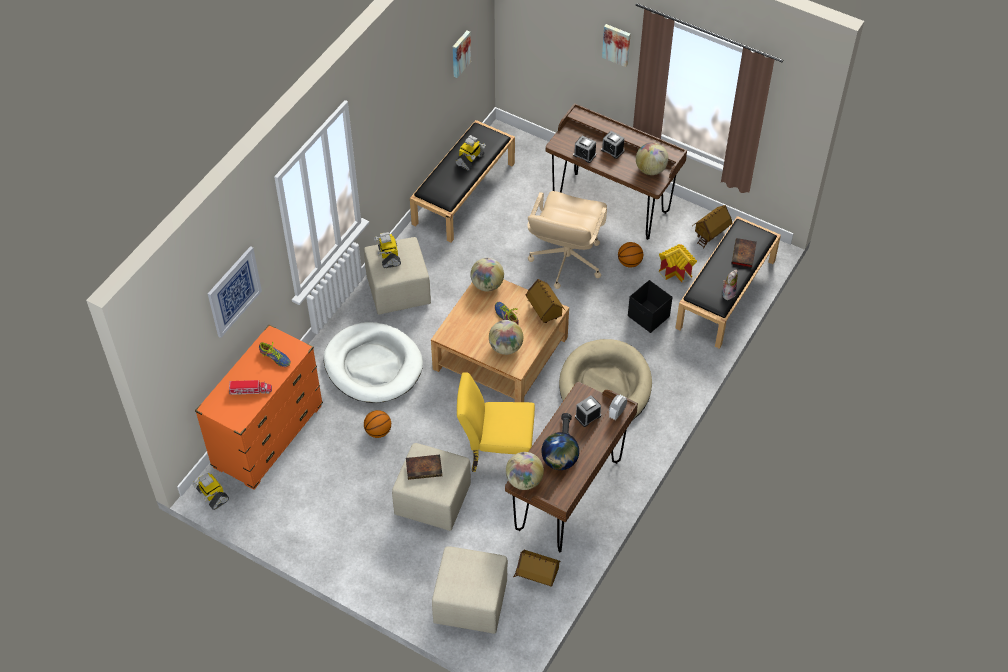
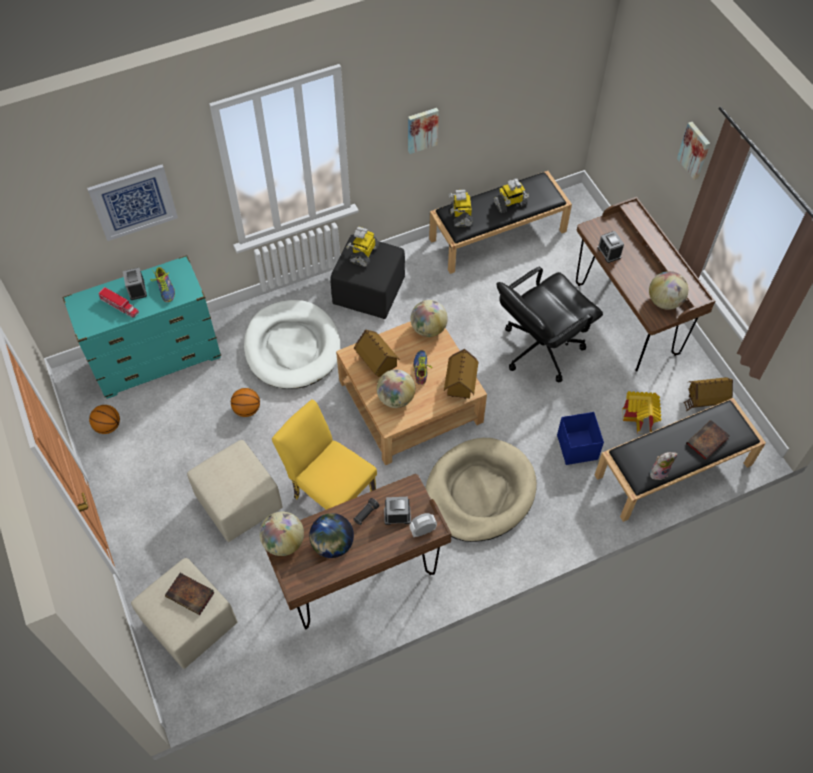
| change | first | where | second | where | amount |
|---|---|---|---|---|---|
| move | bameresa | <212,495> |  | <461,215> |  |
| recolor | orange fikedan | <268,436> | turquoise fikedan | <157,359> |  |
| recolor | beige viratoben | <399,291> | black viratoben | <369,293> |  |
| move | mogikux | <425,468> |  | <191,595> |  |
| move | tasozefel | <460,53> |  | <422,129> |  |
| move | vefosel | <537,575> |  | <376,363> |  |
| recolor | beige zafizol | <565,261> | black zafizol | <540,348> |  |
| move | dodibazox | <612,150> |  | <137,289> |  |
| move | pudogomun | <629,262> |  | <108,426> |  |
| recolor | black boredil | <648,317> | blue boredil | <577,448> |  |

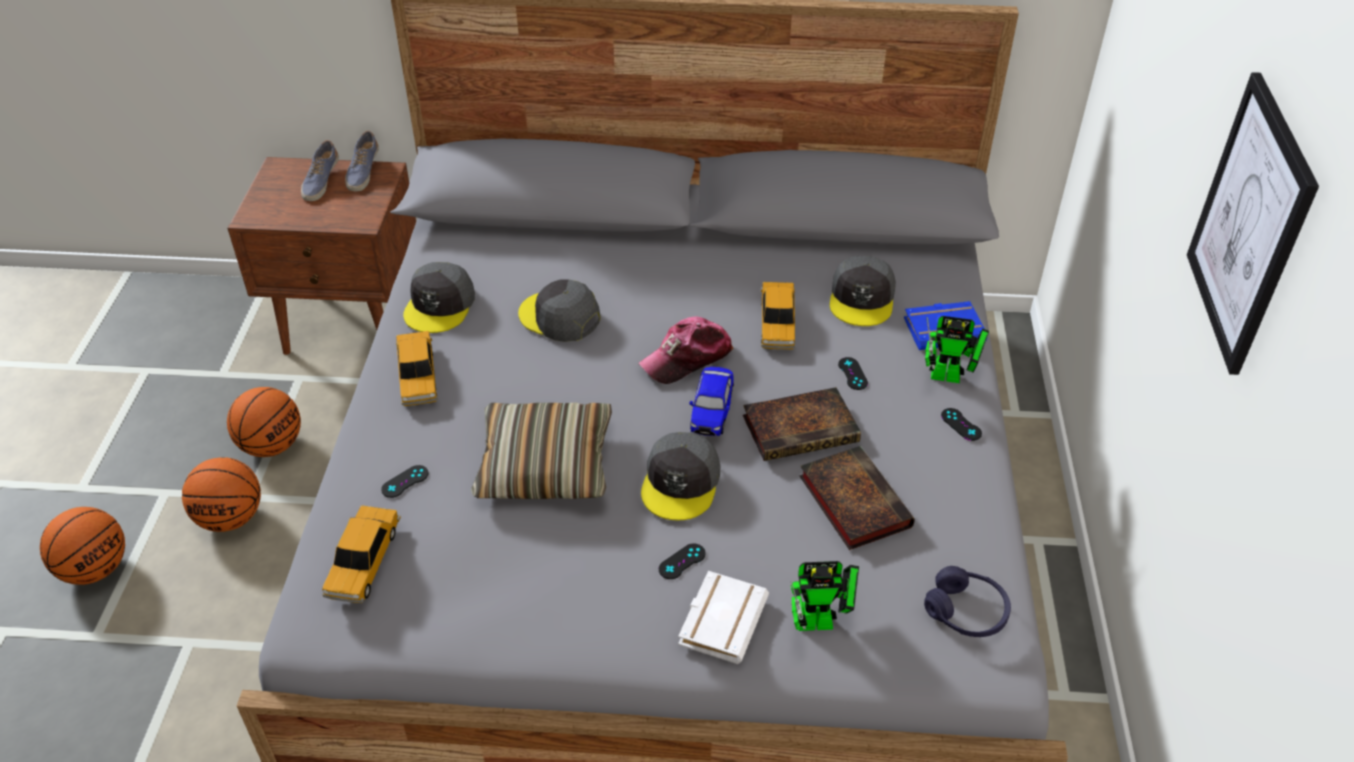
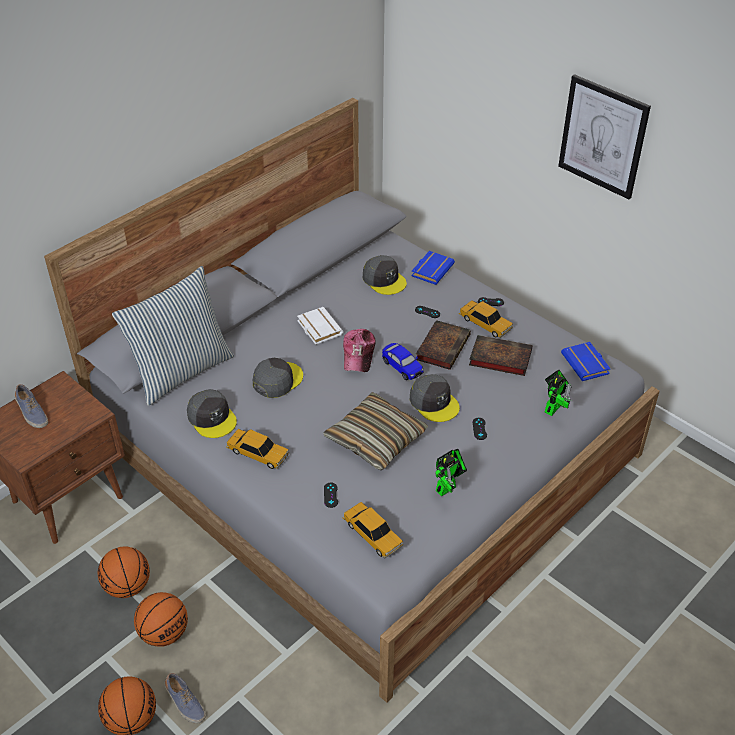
| change | first | where | second | where | amount |
|---|---|---|---|---|---|
| move | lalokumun | <363,172> |  | <184,703> |  |
| rotate | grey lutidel | <559,317> |  | <277,380> | 150 degrees clockwise |
| move | white mogikux | <721,619> |  | <318,328> |  |
| move | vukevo | <777,323> |  | <485,323> |  |
| replace | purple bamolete | <966,612> | blue mogikux | <586,364> |  |
| move | bameresa | <950,377> |  | <448,487> |  |
| insert |  |  | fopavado | <181,371> |  |

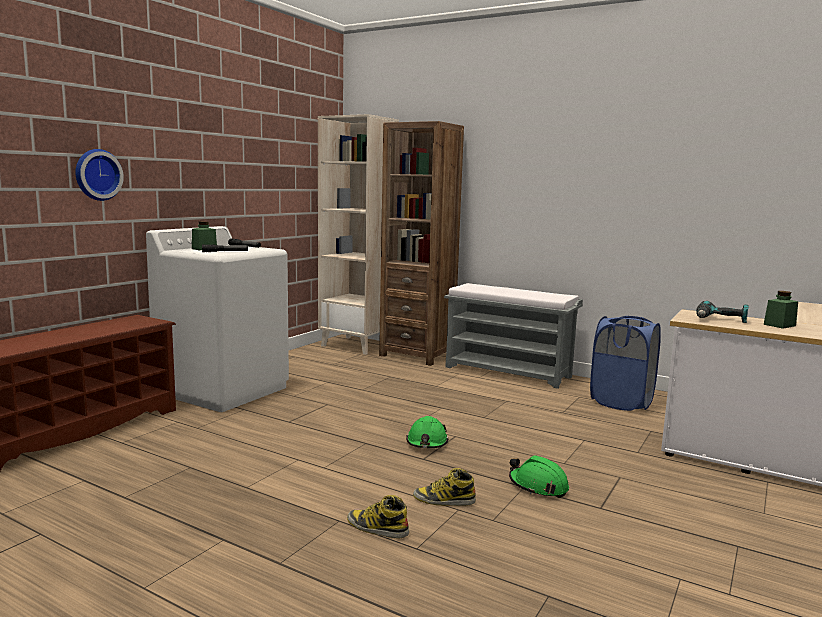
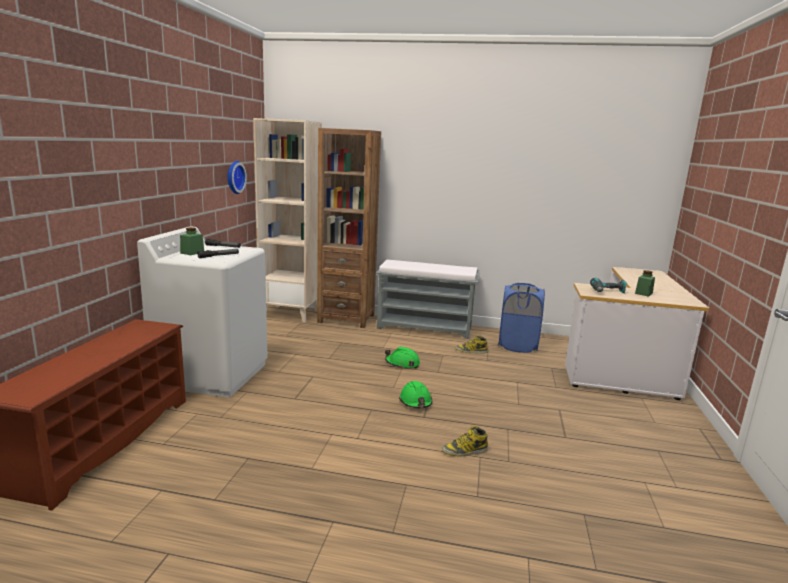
| change | first | where | second | where | amount |
|---|---|---|---|---|---|
| move | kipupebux | <97,174> |  | <234,177> |  |
| move | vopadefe | <377,528> |  | <471,351> |  |
| move | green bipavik | <538,486> |  | <402,364> |  |

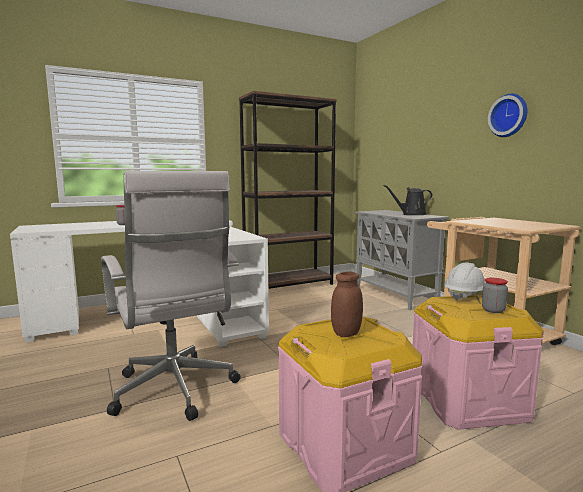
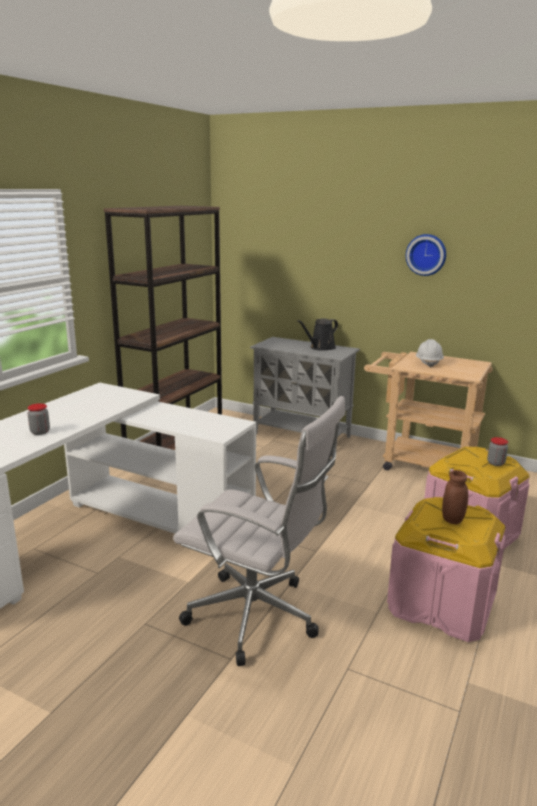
| change | first | where | second | where | amount |
|---|---|---|---|---|---|
| move | white bipavik | <465,295> |  | <428,363> |  |

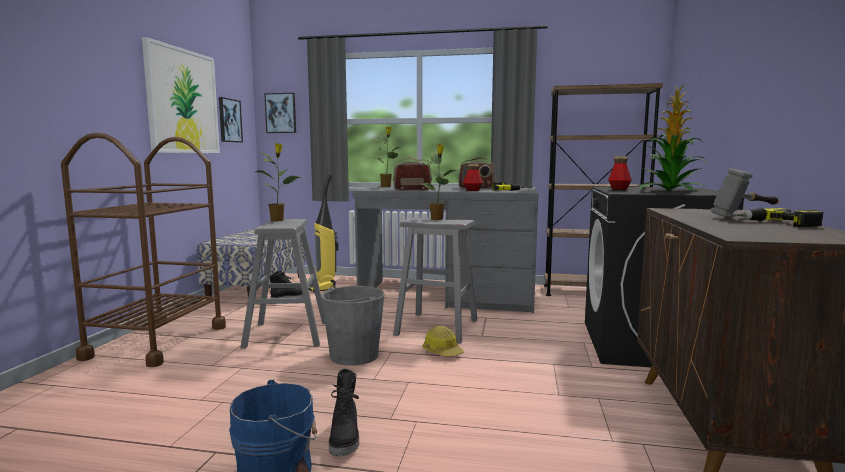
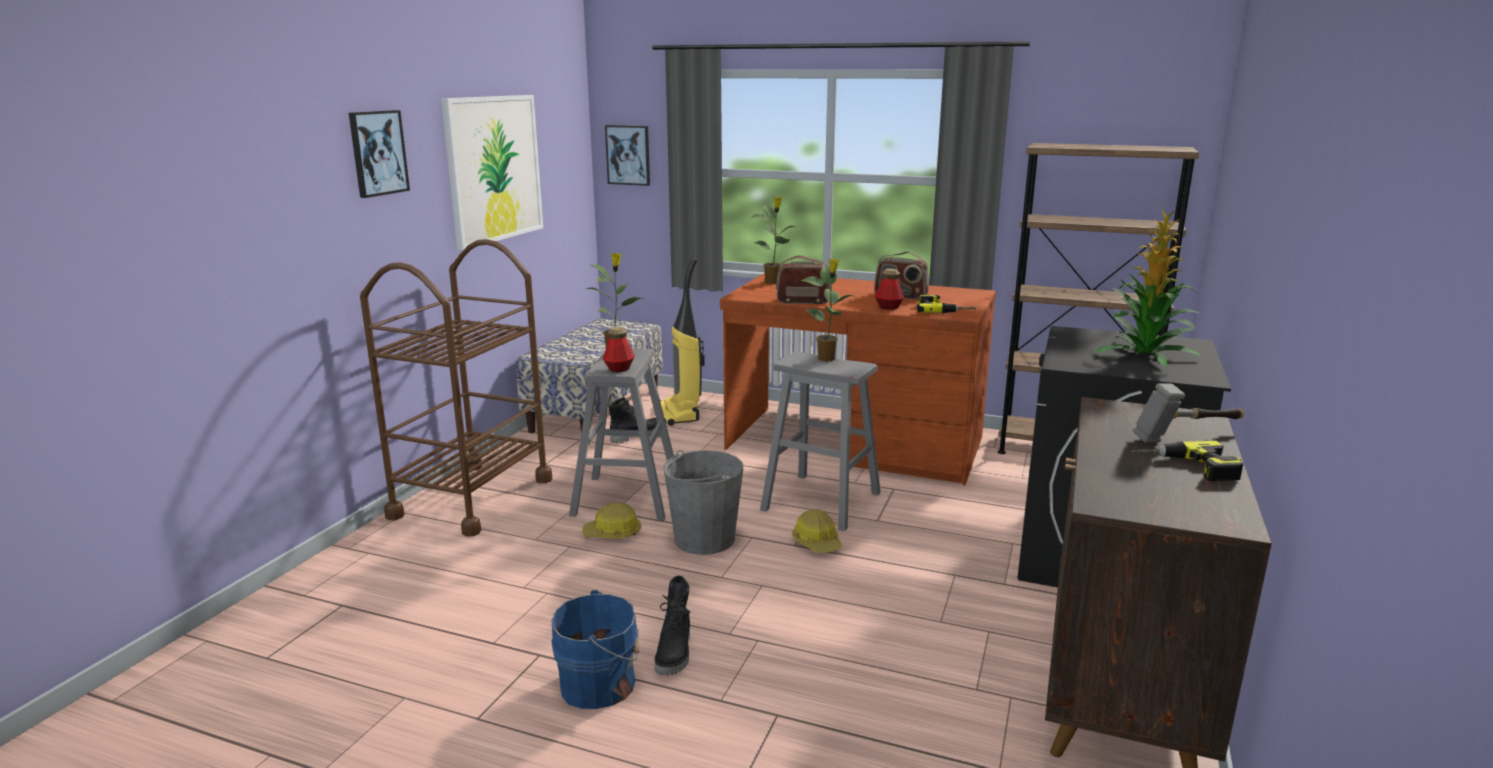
| change | first | where | second | where | amount |
|---|---|---|---|---|---|
| move | tasozefel | <229,120> |  | <378,153> |  |
| recolor | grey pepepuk | <449,296> | brown pepepuk | <855,444> |  |
| move | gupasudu | <619,189> |  | <619,369> |  |
| insert |  |  | bipavik | <613,533> |  |

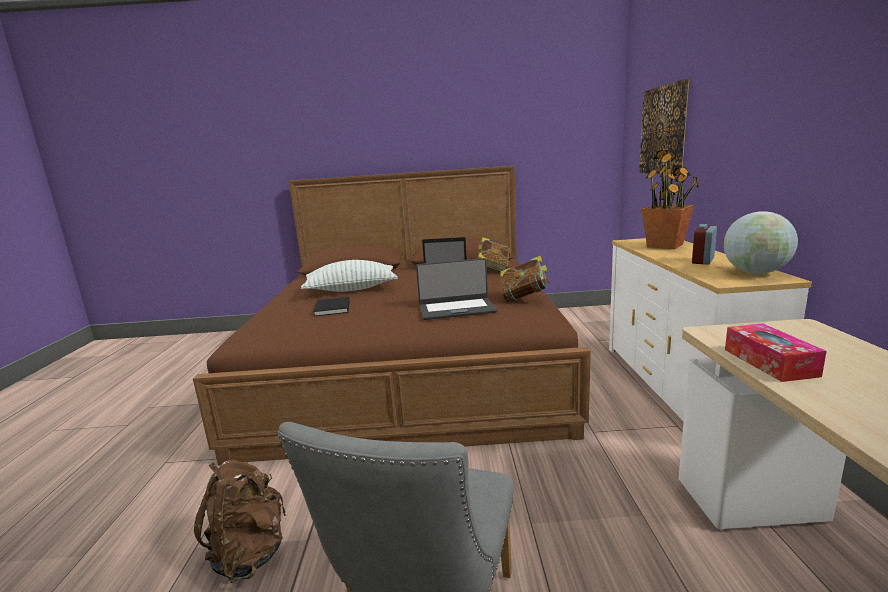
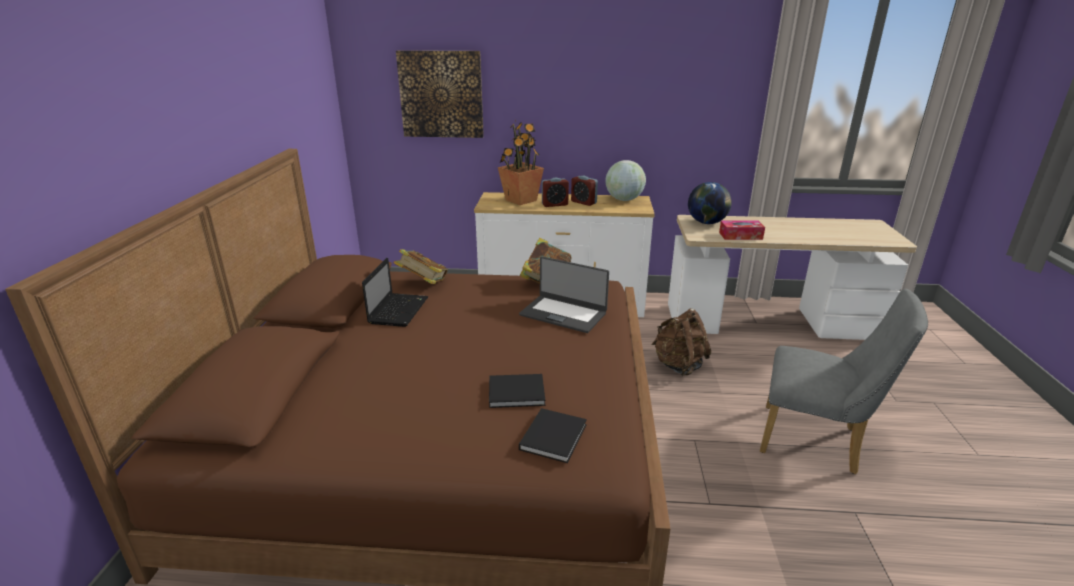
| change | first | where | second | where | amount |
|---|---|---|---|---|---|
| move | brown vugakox | <250,554> |  | <678,365> |  |
| delete | fopavado | <351,289> |  |  |  |
| rotate | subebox | <456,309> |  | <563,314> | 120 degrees clockwise |
| insert |  |  | black mogikux | <554,435> |  |
| insert |  |  | dodibazox | <554,204> |  |
| insert |  |  | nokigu | <707,223> |  |

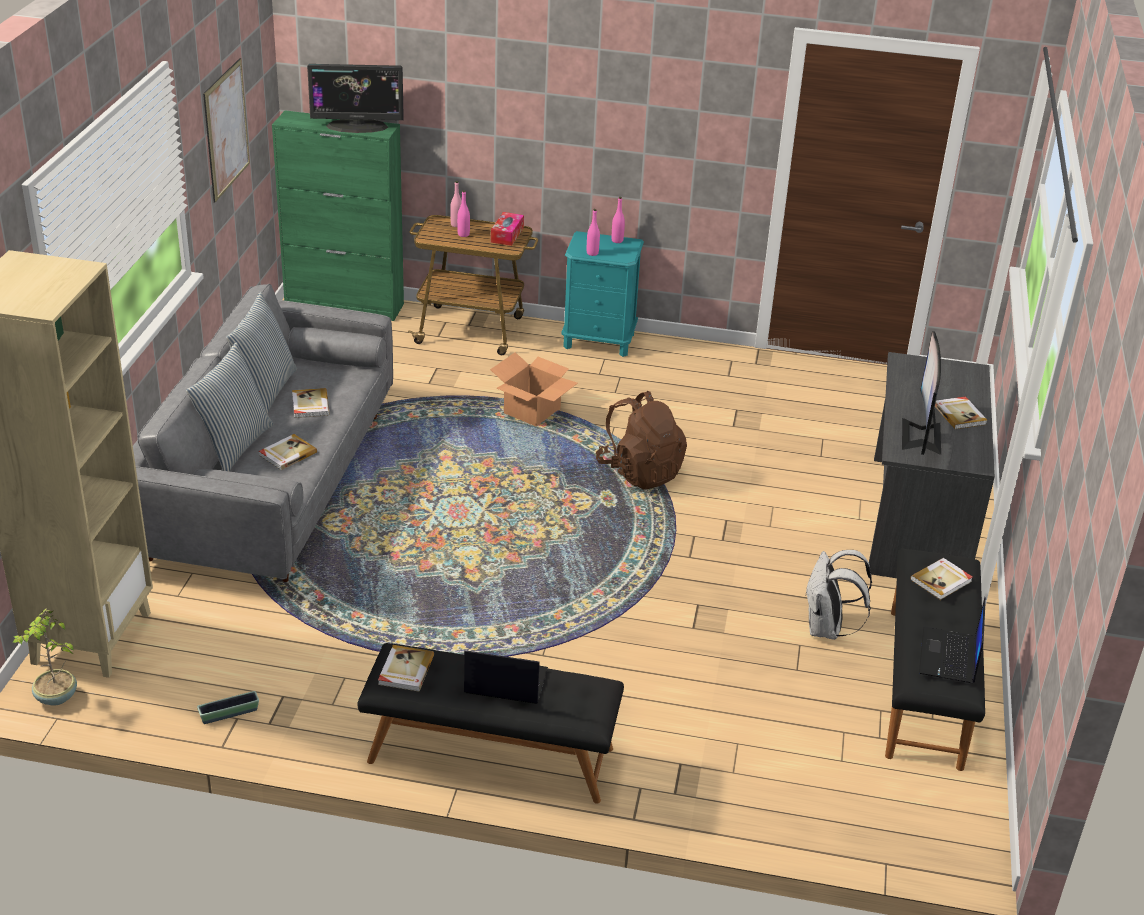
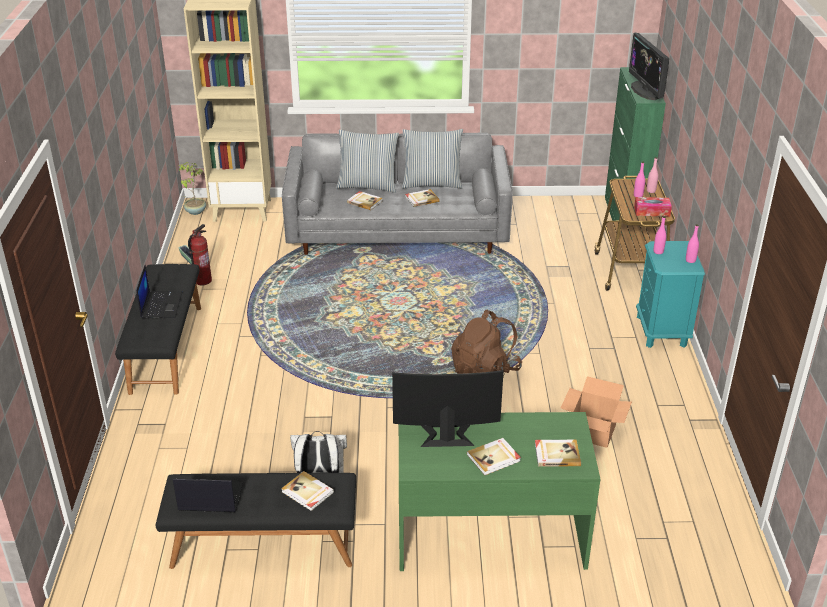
| change | first | where | second | where | amount |
|---|---|---|---|---|---|
| delete | tasozefel | <226,129> |  |  |  |
| move | mogikux | <405,670> |  | <556,454> |  |
| move | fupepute | <532,411> |  | <593,431> |  |
| recolor | grey pepepuk | <915,520> | green pepepuk | <490,534> |  |
| insert |  |  | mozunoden | <203,280> |  |

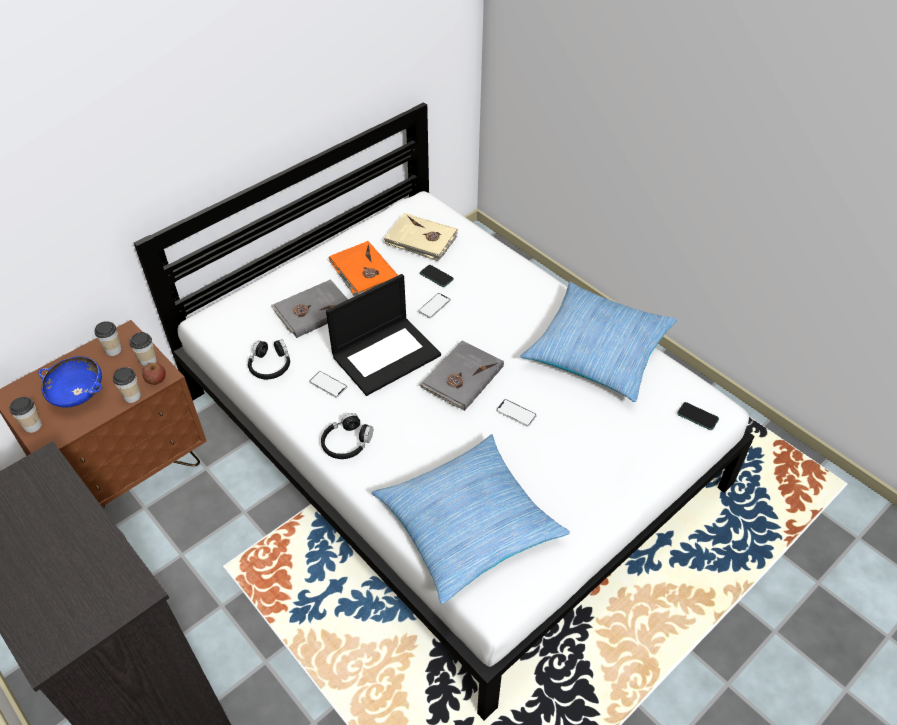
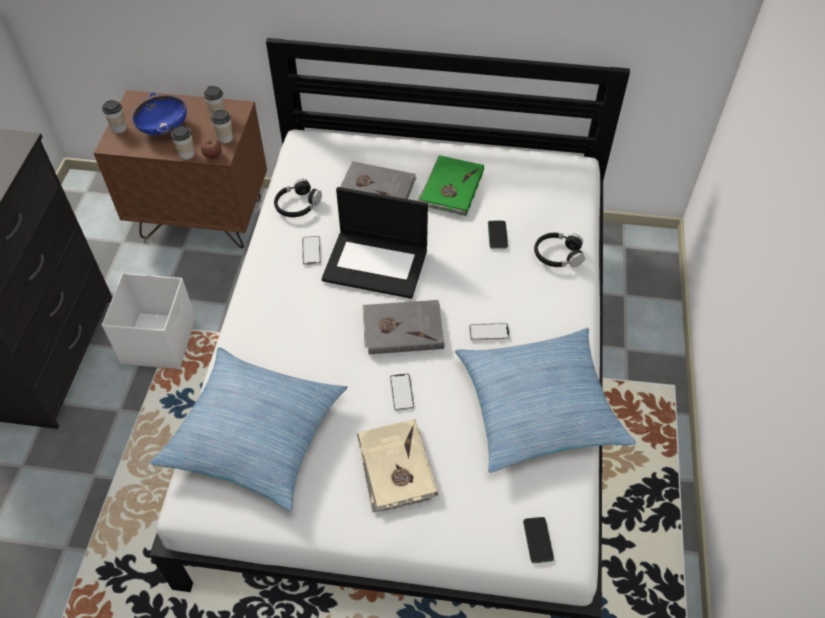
| change | first | where | second | where | amount |
|---|---|---|---|---|---|
| move | black bamolete | <347,443> |  | <558,255> |  |
| recolor | orange mogikux | <363,272> | green mogikux | <450,188> |  |
| move | beige mogikux | <421,240> |  | <395,467> |  |
| move | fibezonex | <434,306> |  | <489,332> |  |
| insert |  |  | white boredil | <160,340> |  |

